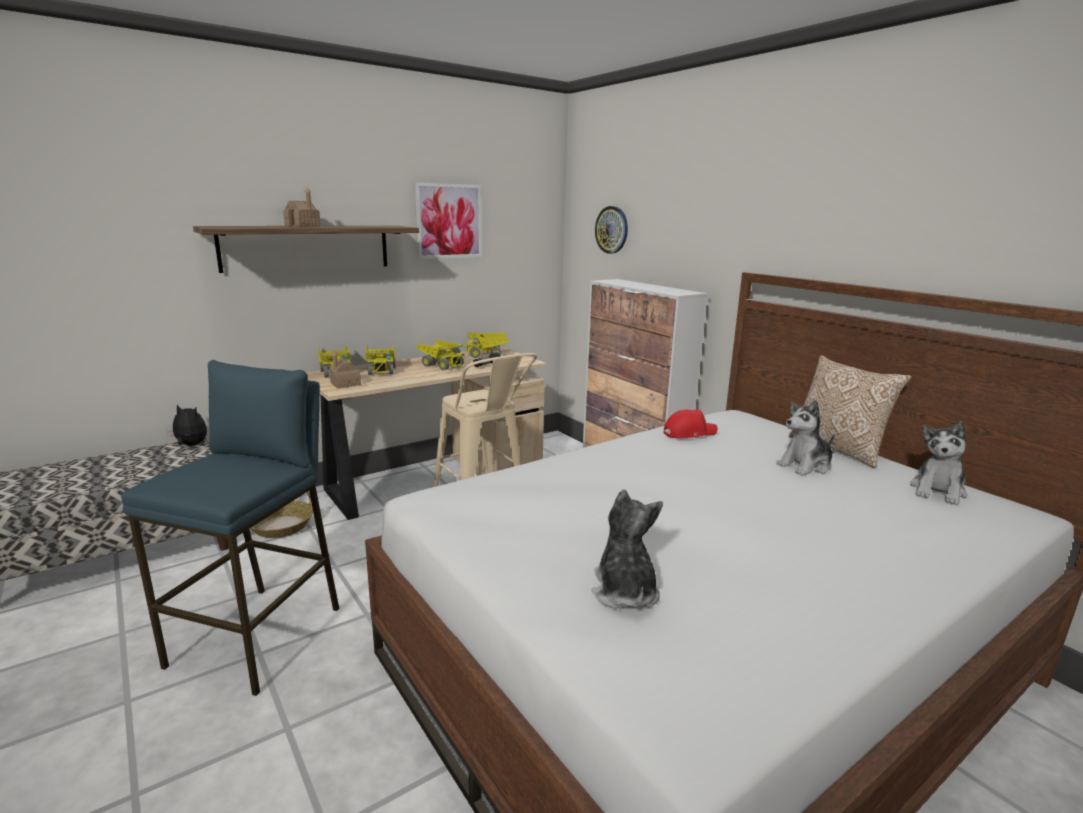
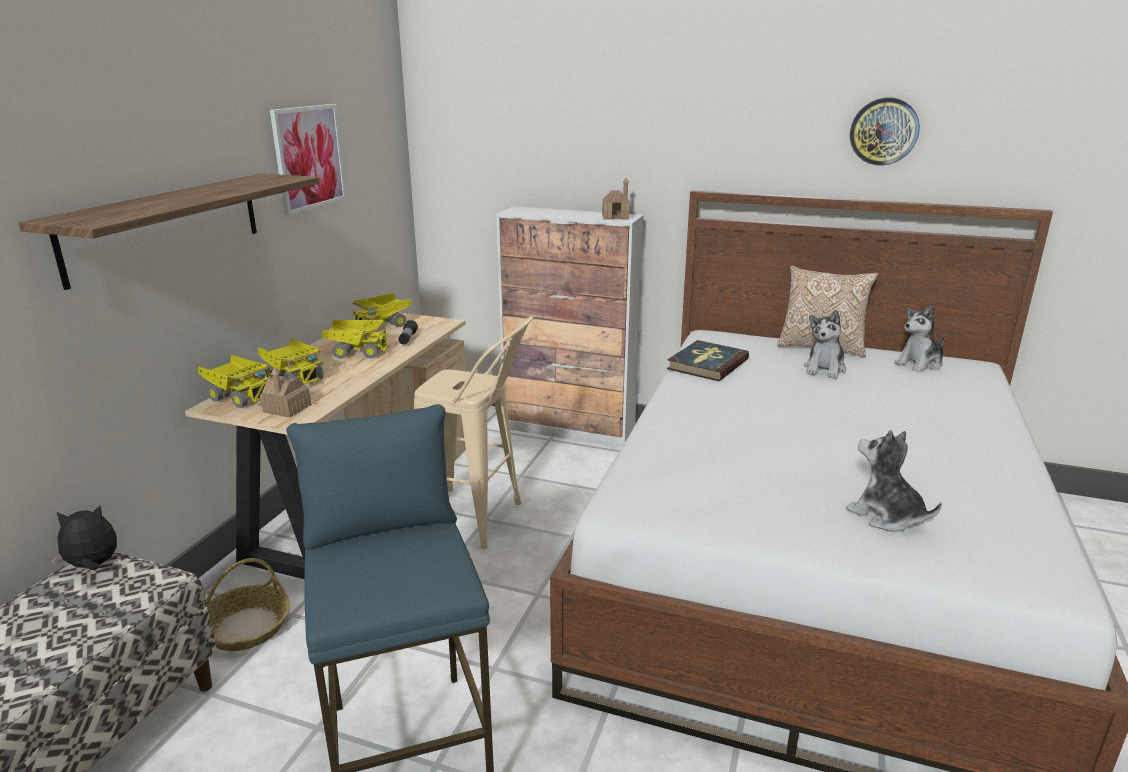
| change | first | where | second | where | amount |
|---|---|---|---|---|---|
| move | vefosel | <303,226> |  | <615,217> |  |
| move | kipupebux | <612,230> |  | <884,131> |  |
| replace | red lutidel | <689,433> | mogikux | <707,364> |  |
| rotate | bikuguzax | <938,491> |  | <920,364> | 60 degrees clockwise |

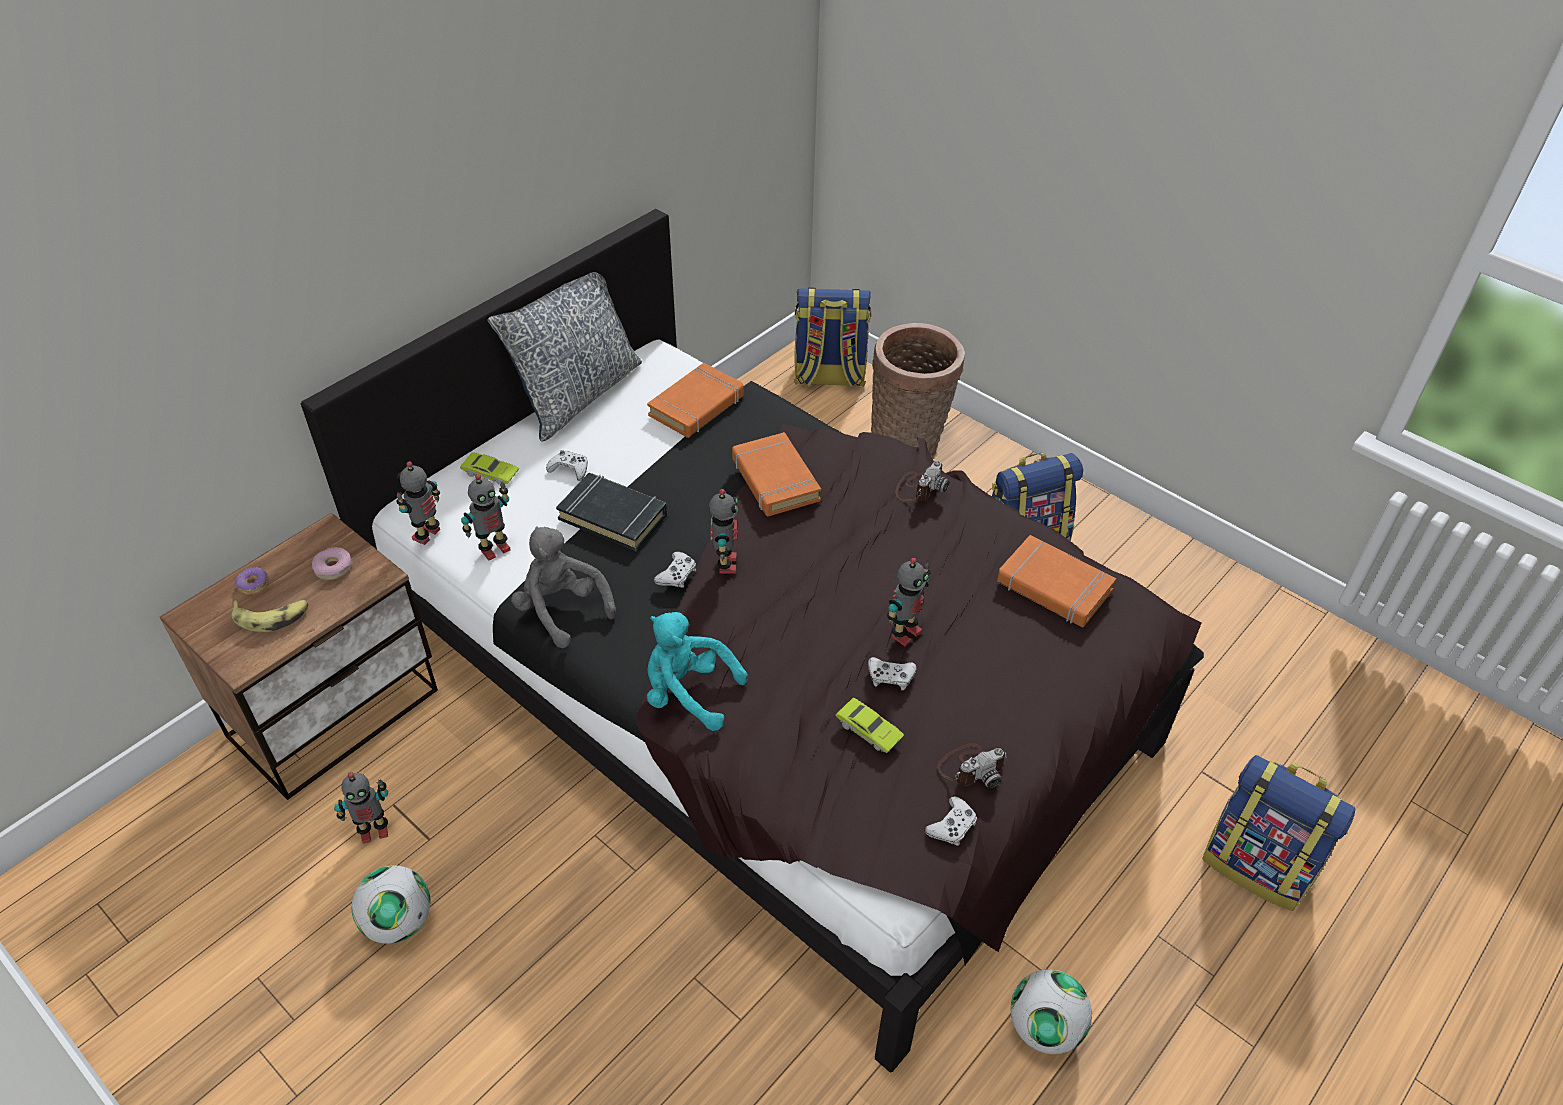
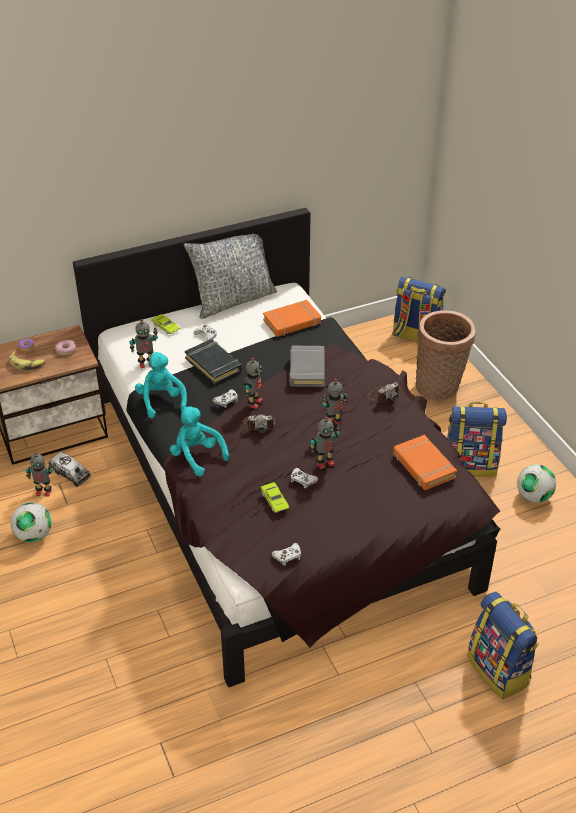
| change | first | where | second | where | amount |
|---|---|---|---|---|---|
| move | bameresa | <428,535> |  | <333,424> |  |
| recolor | grey bikuguzax | <562,609> | turquoise bikuguzax | <161,401> |  |
| recolor | orange mogikux | <775,480> | grey mogikux | <307,370> |  |
| move | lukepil | <971,767> |  | <259,424> |  |
| move | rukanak | <1044,1027> |  | <533,496> |  |
| insert |  |  | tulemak | <71,474> |  |

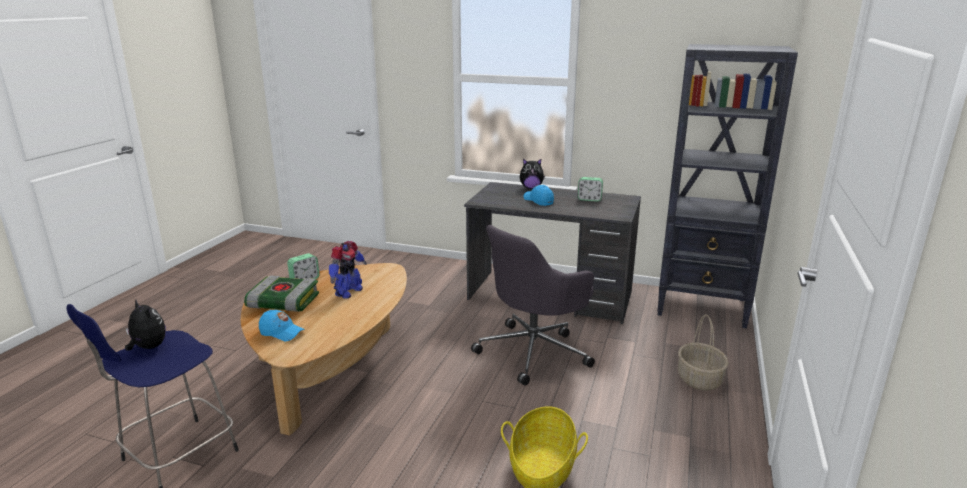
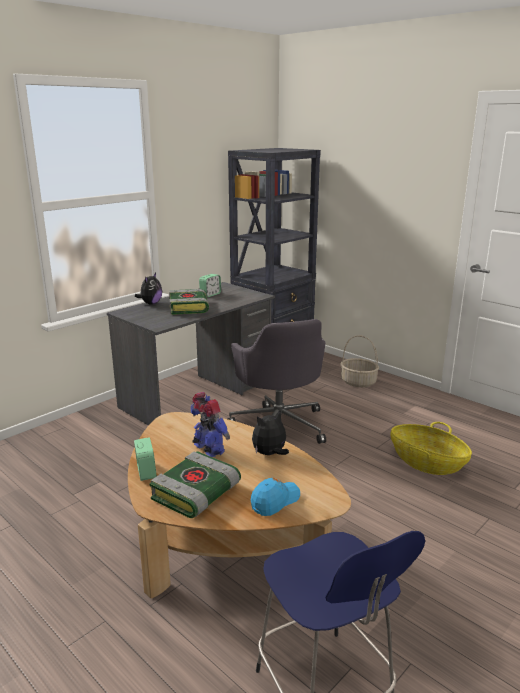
| change | first | where | second | where | amount |
|---|---|---|---|---|---|
| move | bikuguzax | <148,347> |  | <270,454> |  |
| replace | blue lutidel | <538,200> | mogikux | <189,308> |  |

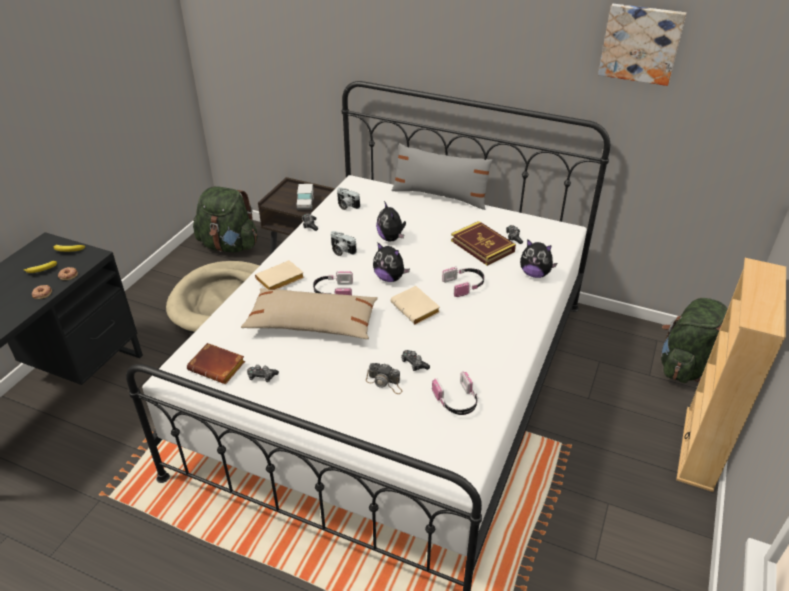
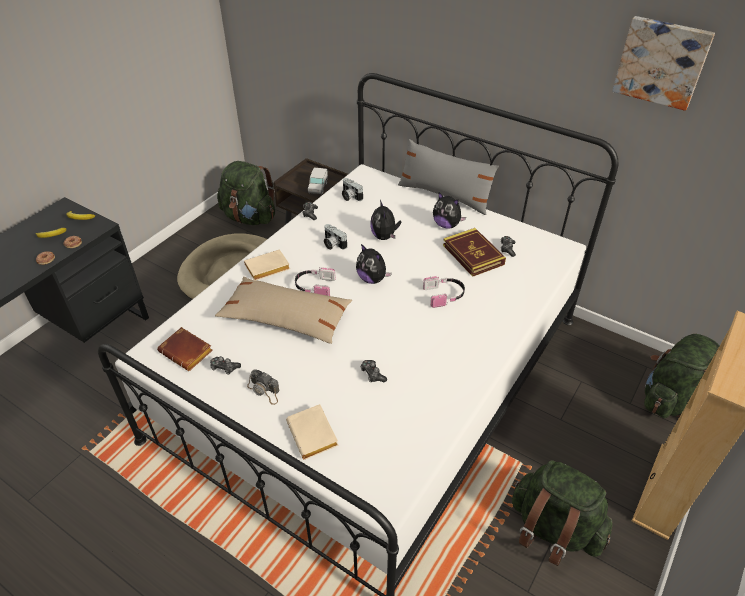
| change | first | where | second | where | amount |
|---|---|---|---|---|---|
| move | lukepil | <385,383> |  | <264,390> |  |
| move | beige mogikux | <417,309> |  | <314,435> |  |
| delete | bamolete | <456,401> |  |  |  |
| move | bikuguzax | <535,274> |  | <446,225> |  |
| insert |  |  | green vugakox | <552,529> |  |

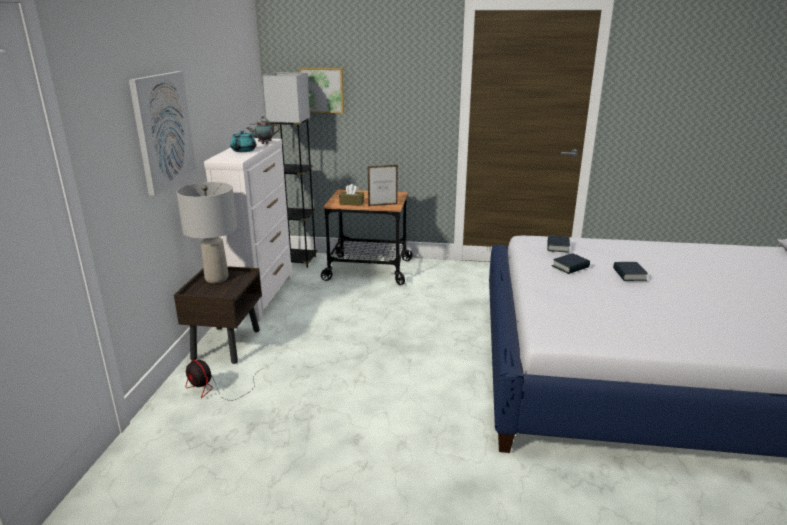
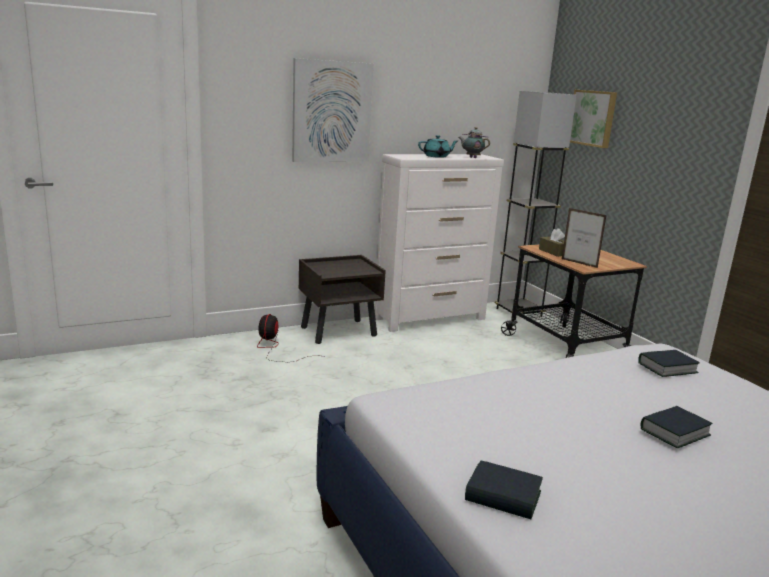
| change | first | where | second | where | amount |
|---|---|---|---|---|---|
| delete | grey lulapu | <217,278> |  |  |  |
| move | mogikux | <570,267> |  | <503,497> |  |

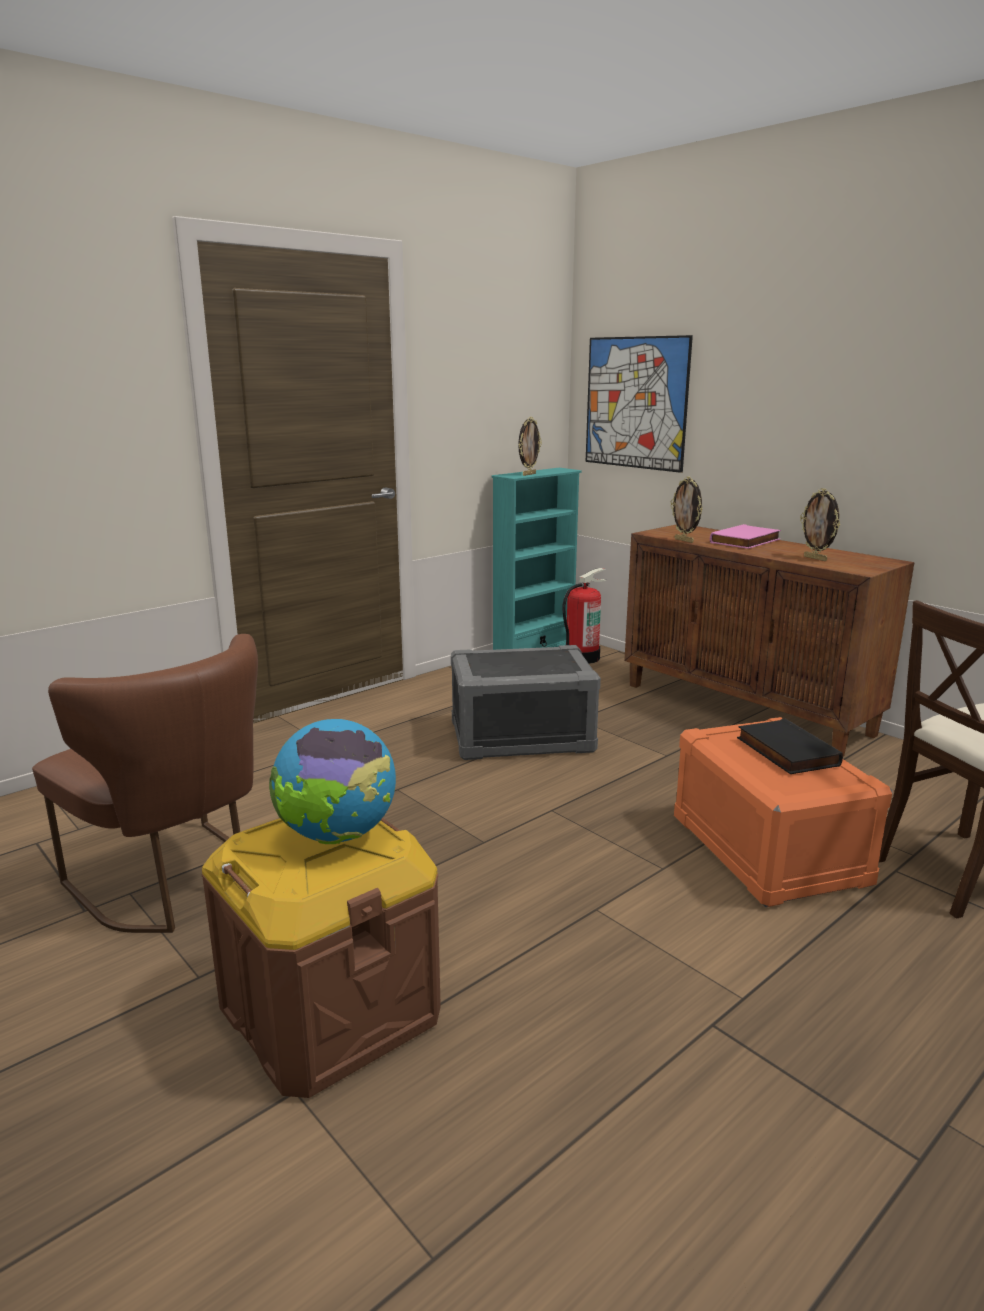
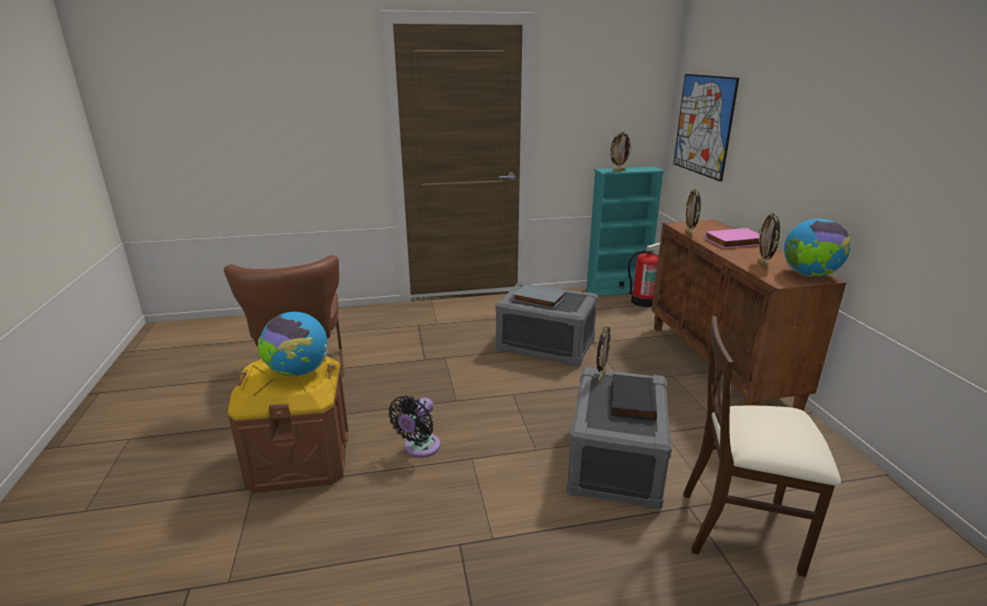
| change | first | where | second | where | amount |
|---|---|---|---|---|---|
| recolor | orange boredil | <766,849> | grey boredil | <614,461> |  |
| insert |  |  | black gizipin | <419,448> |  |
| insert |  |  | grey mogikux | <538,299> |  |
| insert |  |  | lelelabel | <601,377> |  |
| insert |  |  | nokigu | <809,275> |  |

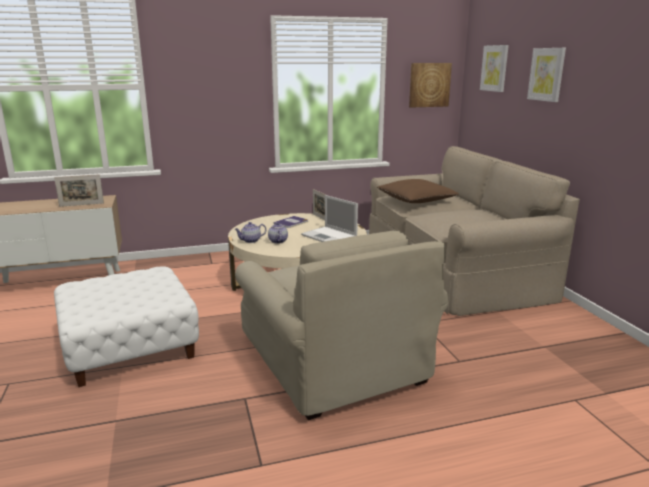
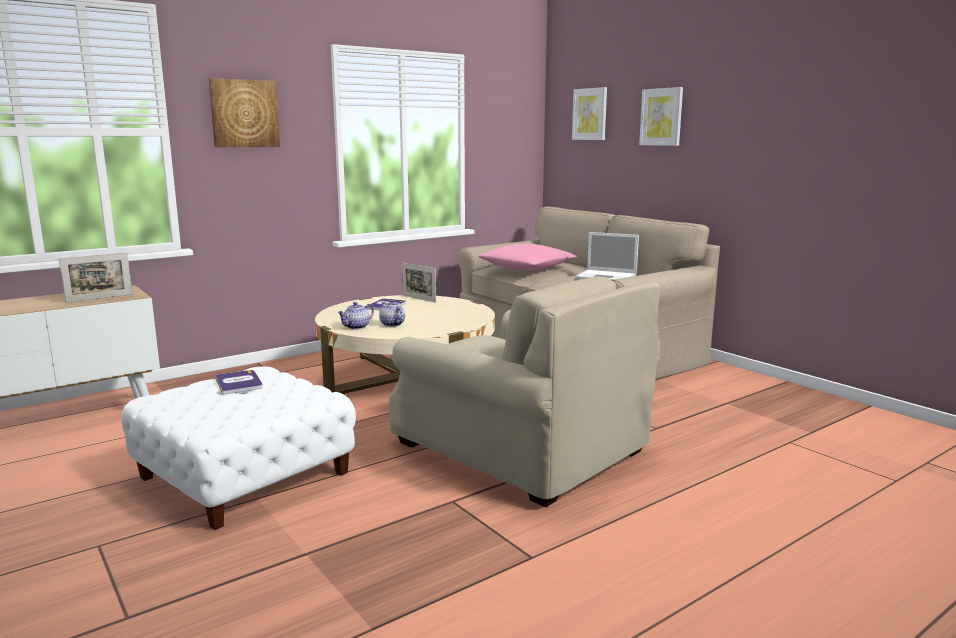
| change | first | where | second | where | amount |
|---|---|---|---|---|---|
| move | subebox | <330,236> |  | <607,277> |  |
| recolor | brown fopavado | <416,200> | pink fopavado | <527,268> |  |
| move | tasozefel | <429,85> |  | <244,113> |  |
| insert |  |  | mogikux | <238,383> |  |

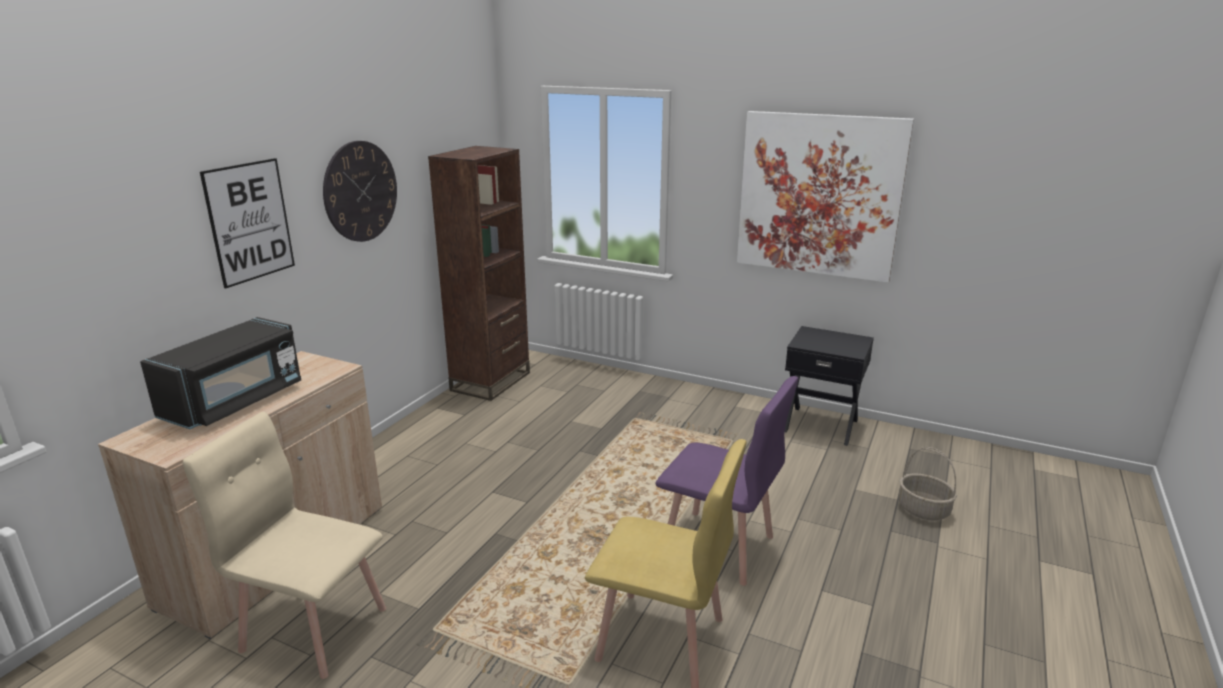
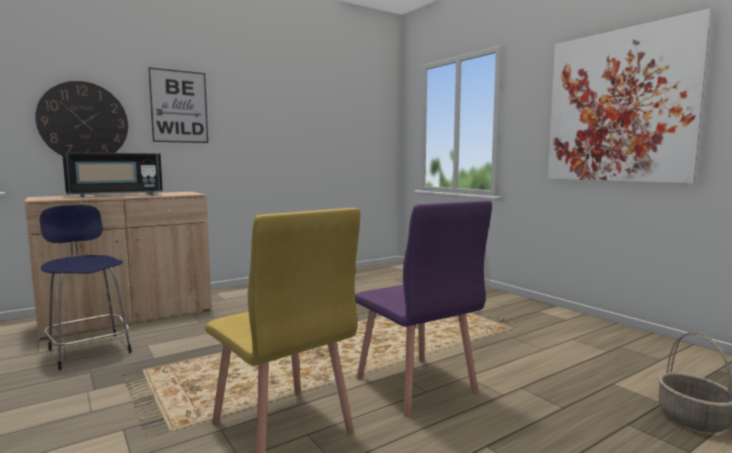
| change | first | where | second | where | amount |
|---|---|---|---|---|---|
| replace | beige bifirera | <314,628> | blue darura | <89,350> |  |
| move | kipupebux | <360,191> |  | <83,122> |  |
| delete | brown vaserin | <491,381> |  |  |  |
| delete | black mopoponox | <821,425> |  |  |  |

